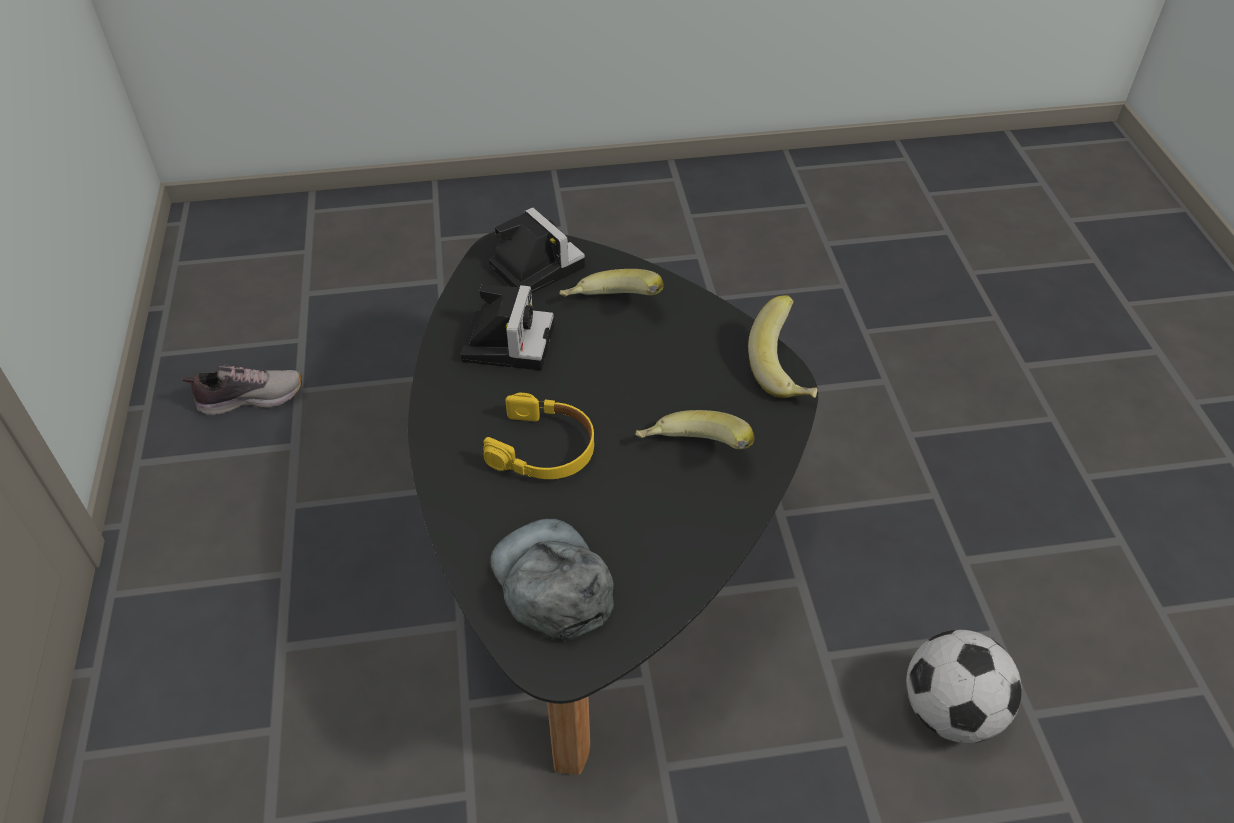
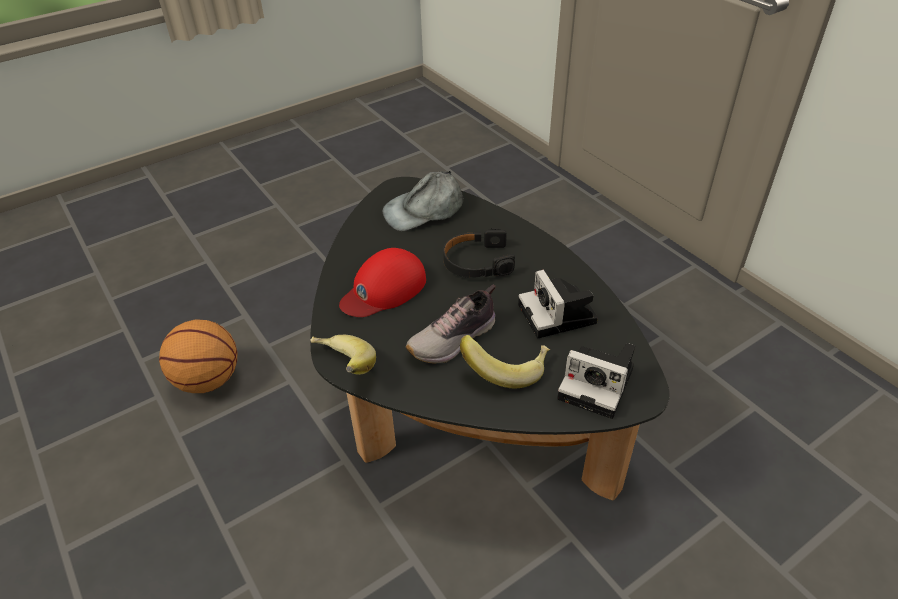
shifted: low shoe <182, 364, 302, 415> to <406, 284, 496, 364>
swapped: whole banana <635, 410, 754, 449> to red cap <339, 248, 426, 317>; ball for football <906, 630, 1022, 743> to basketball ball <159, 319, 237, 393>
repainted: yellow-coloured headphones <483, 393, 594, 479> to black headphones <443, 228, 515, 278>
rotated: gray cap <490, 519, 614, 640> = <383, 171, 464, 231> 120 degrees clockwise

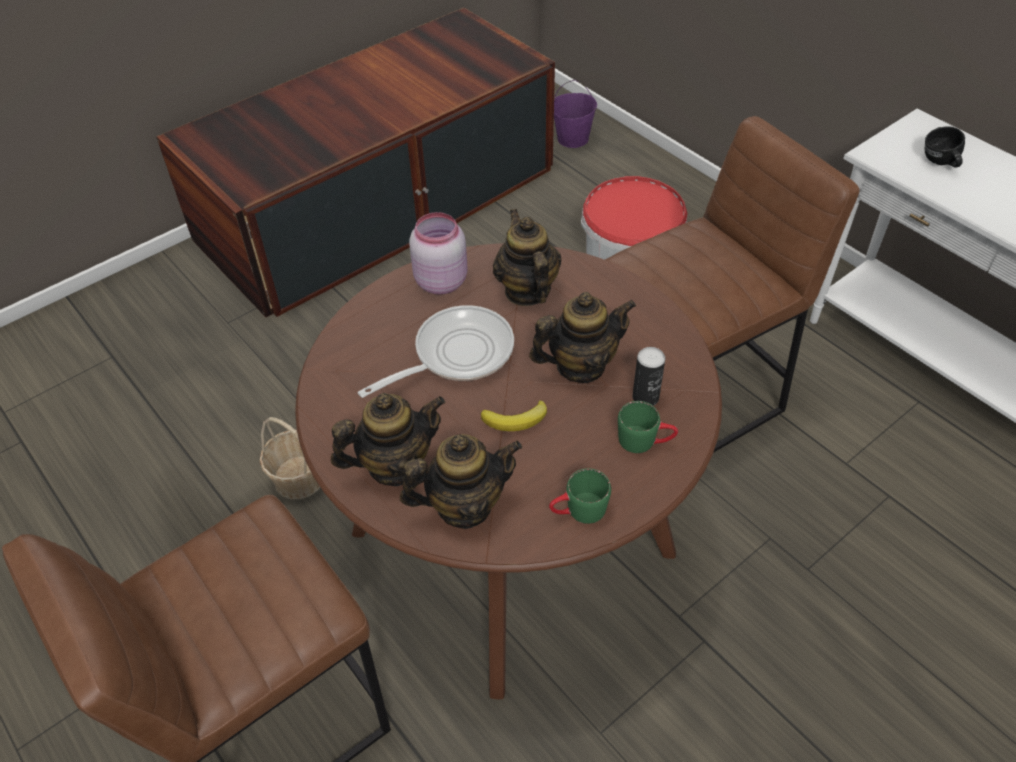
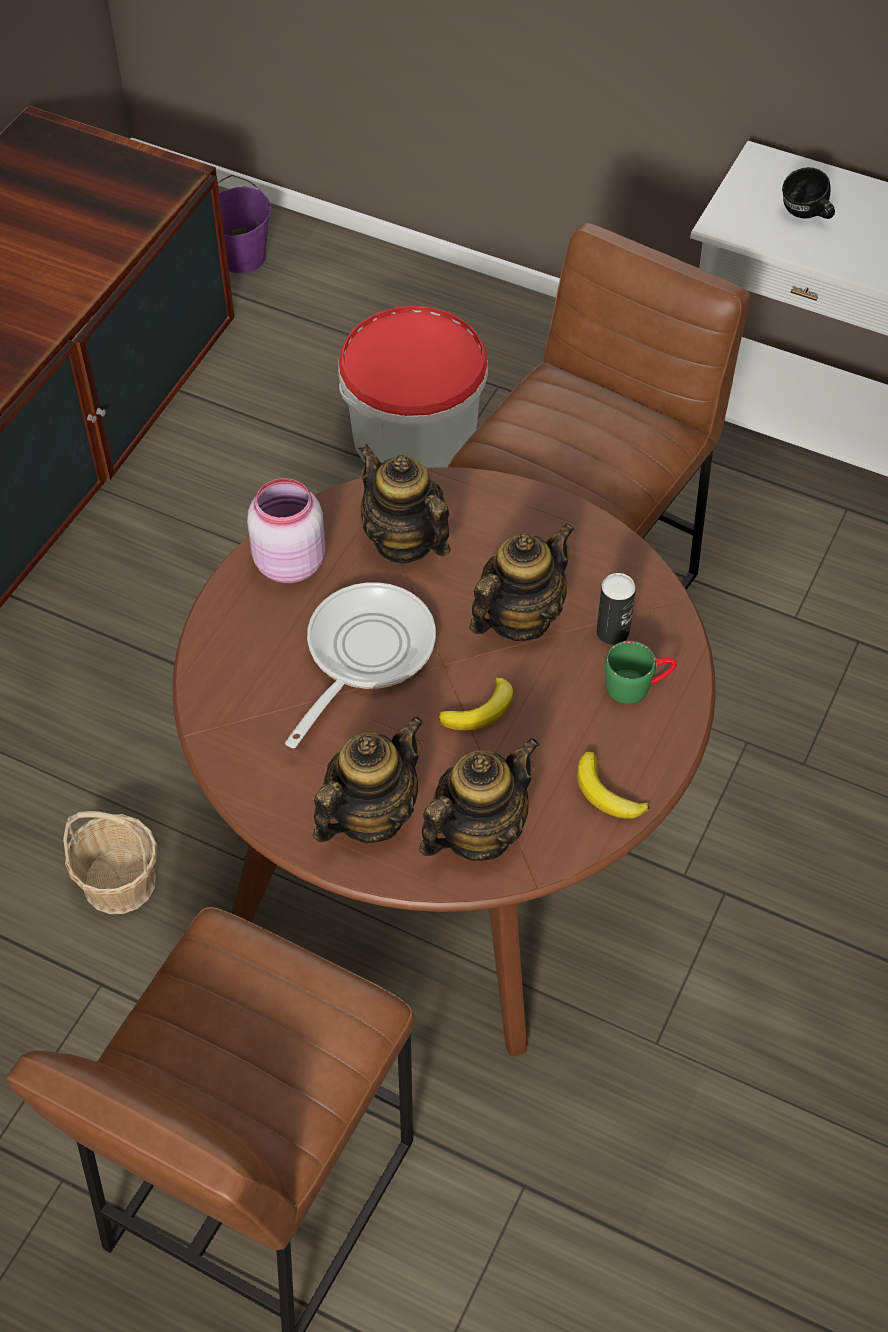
swapped: green-coloured coffee mug <549, 468, 611, 524> to whole banana <577, 752, 649, 819>

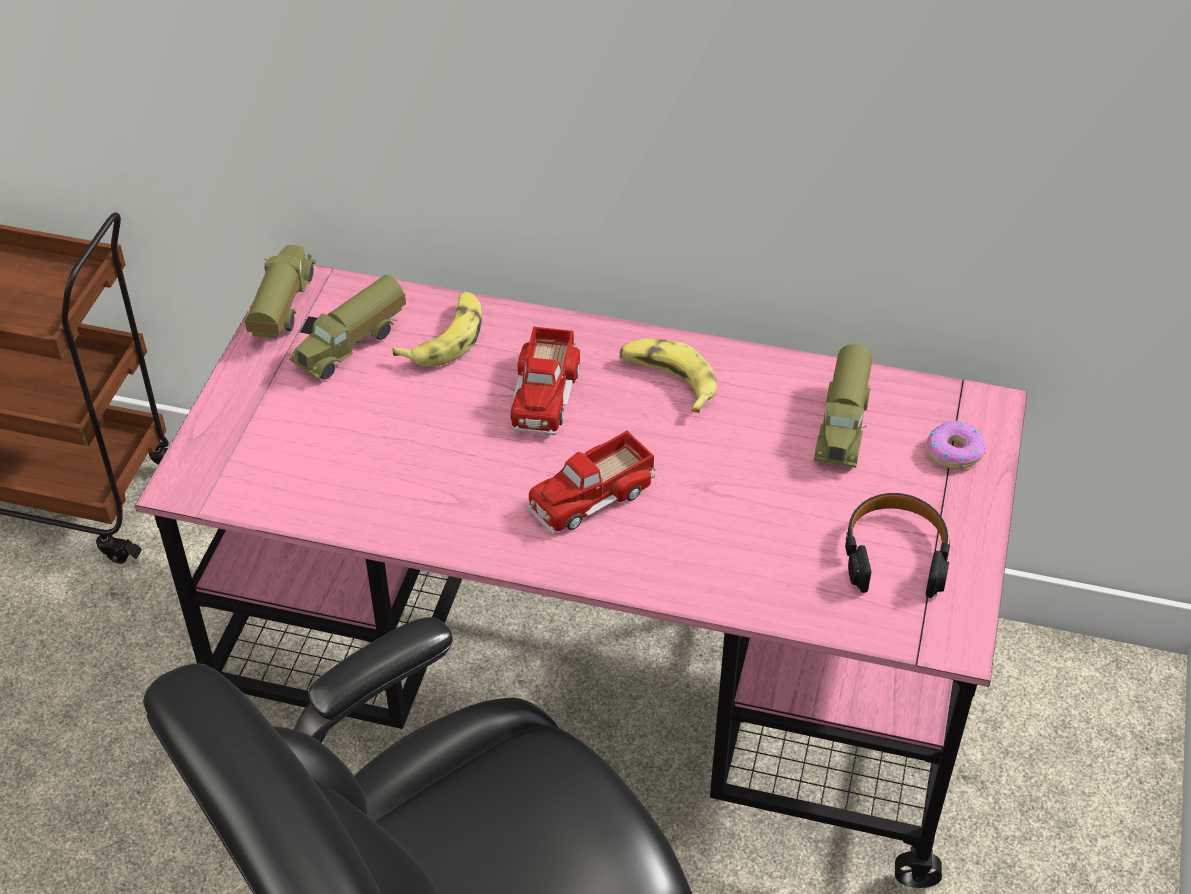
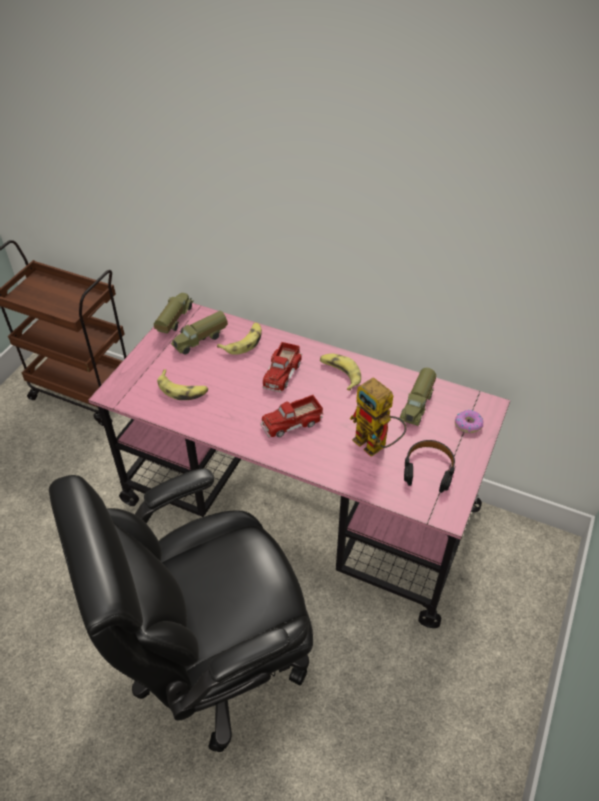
new: whole banana <157, 369, 208, 400>; toy robot <350, 377, 407, 457>

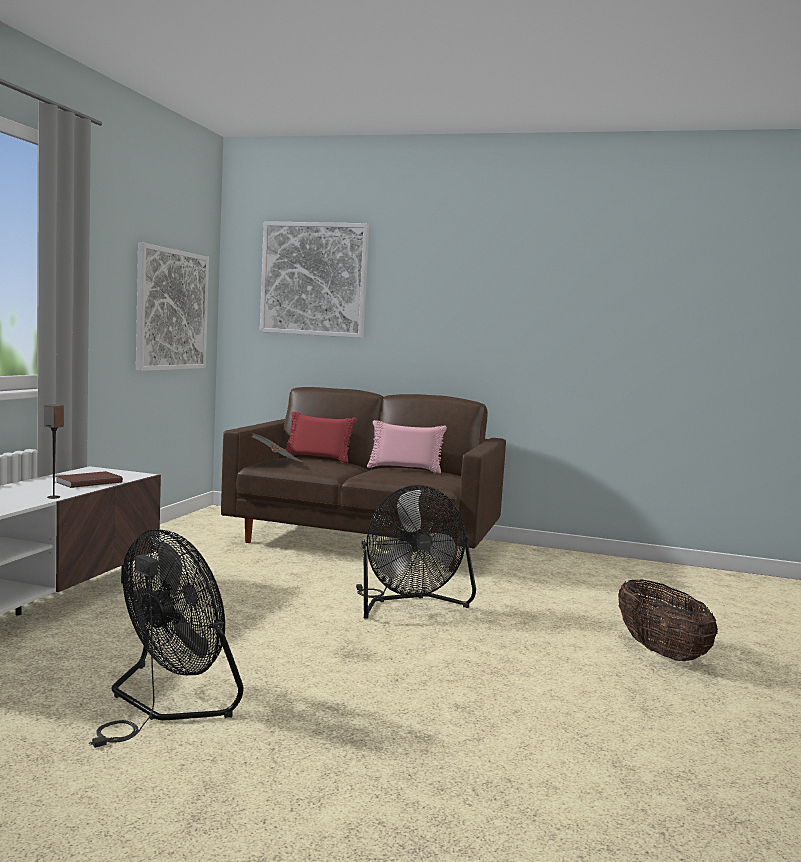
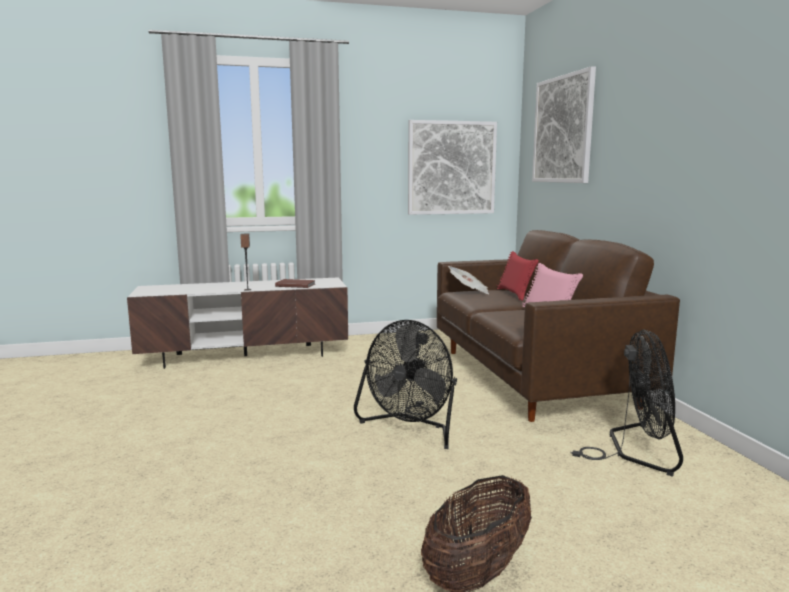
shifted: black cooling fan <89, 529, 243, 748> to <570, 330, 683, 477>

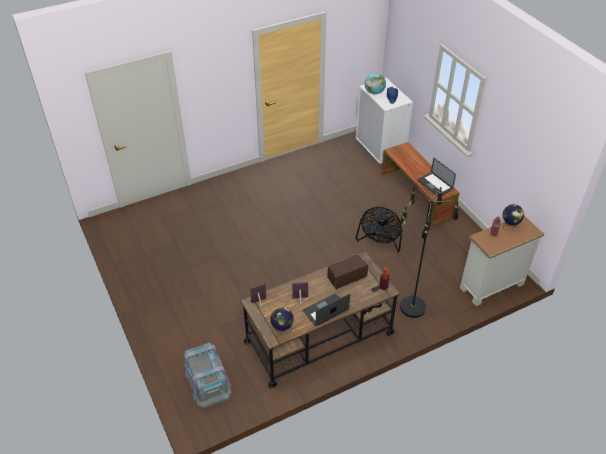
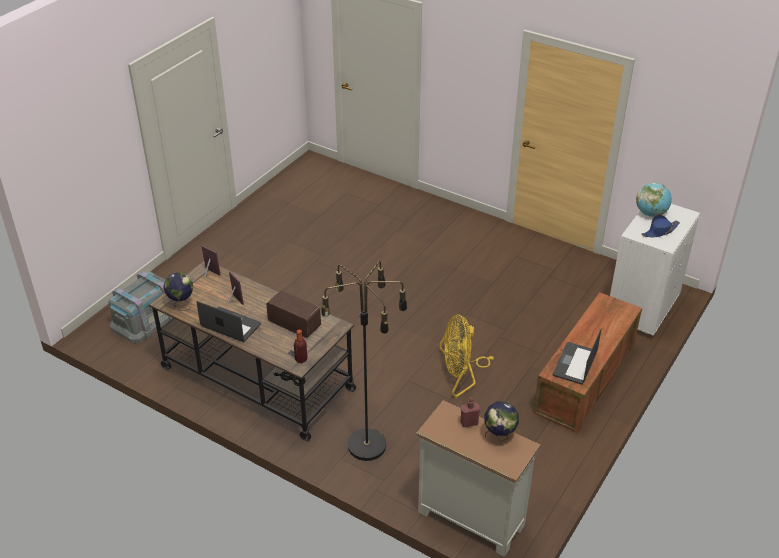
repainted: black cooling fan <356, 207, 403, 253> to yellow-coloured cooling fan <439, 314, 495, 399>

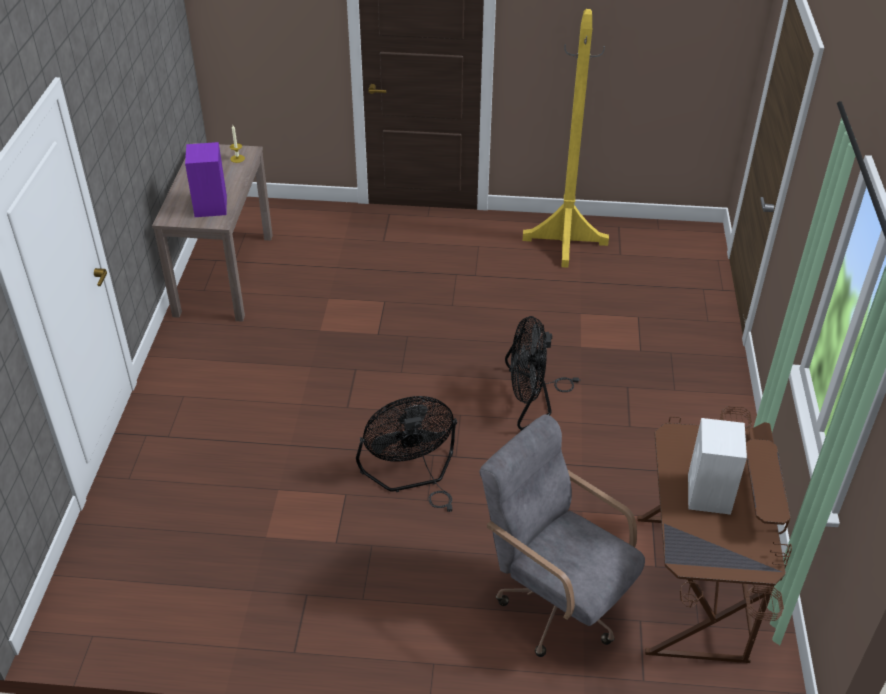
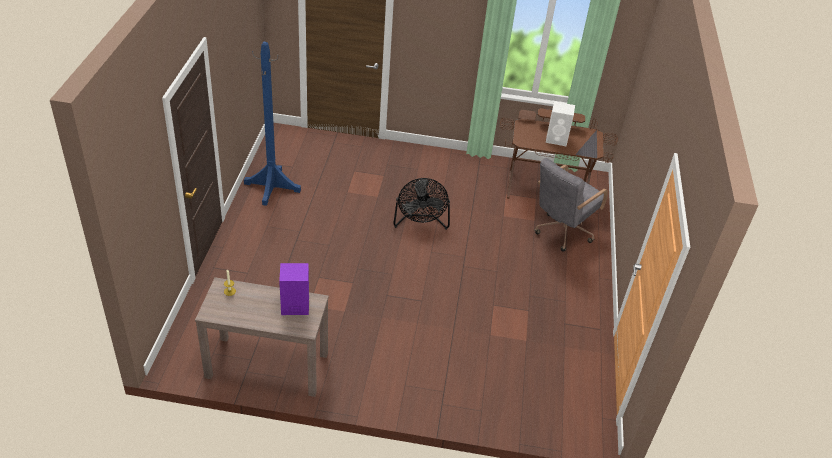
gone: black cooling fan <356, 396, 457, 512>
repainted: yellow-coloured garment stand <523, 9, 609, 268> to blue-coloured garment stand <244, 42, 301, 206>

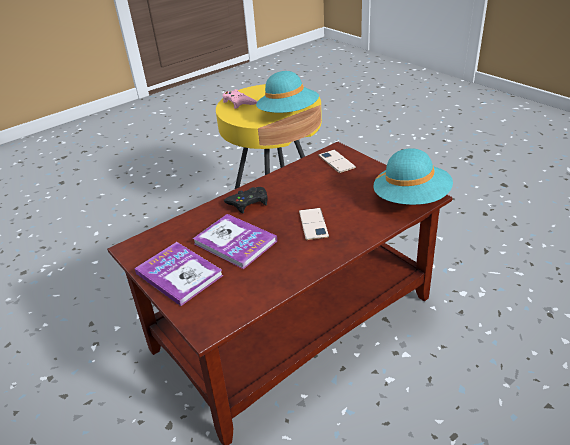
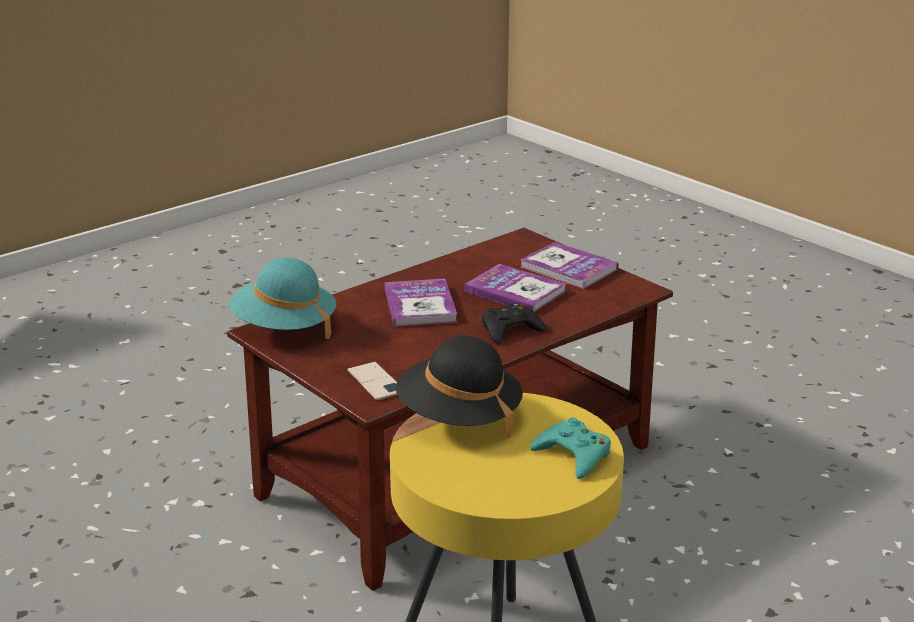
swapped: telephone <299, 208, 329, 240> to volume <385, 278, 457, 327>
repainted: pinkish game controller <222, 89, 257, 109> to turquoise game controller <530, 417, 611, 479>; turquoise wearable hat <256, 71, 319, 113> to black wearable hat <396, 335, 523, 438>

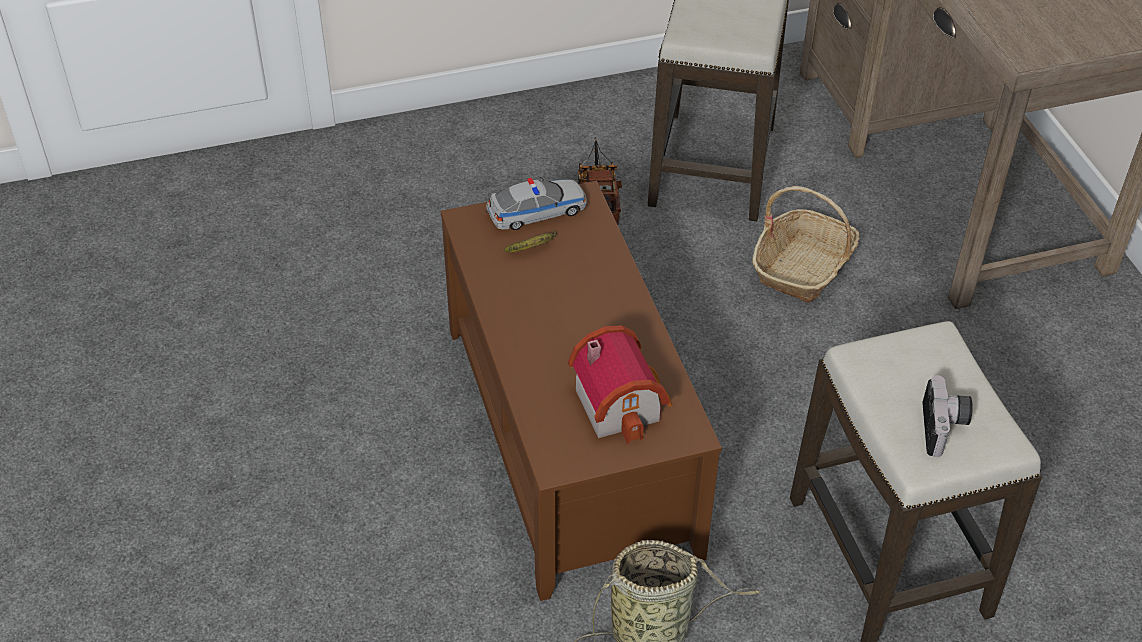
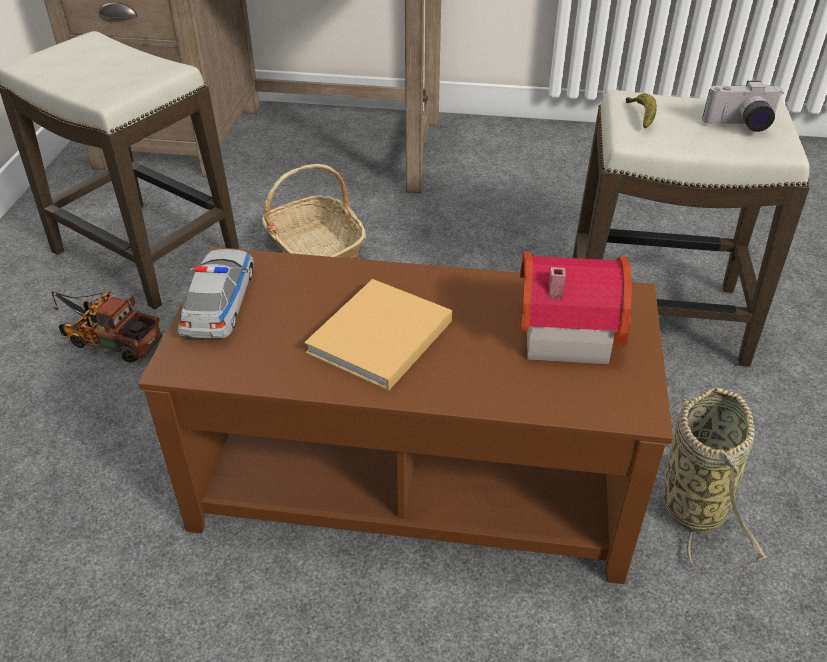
new: beige volume <304, 279, 452, 391>
shifted: whole banana <504, 231, 557, 252> to <626, 93, 657, 129>
rotated: still camera <922, 375, 973, 457> = <702, 81, 784, 132> 150 degrees clockwise

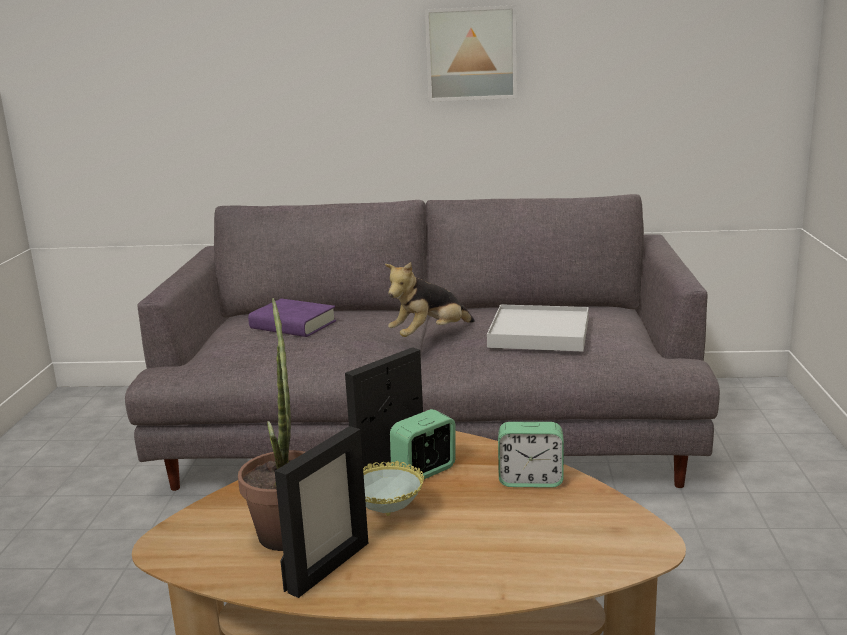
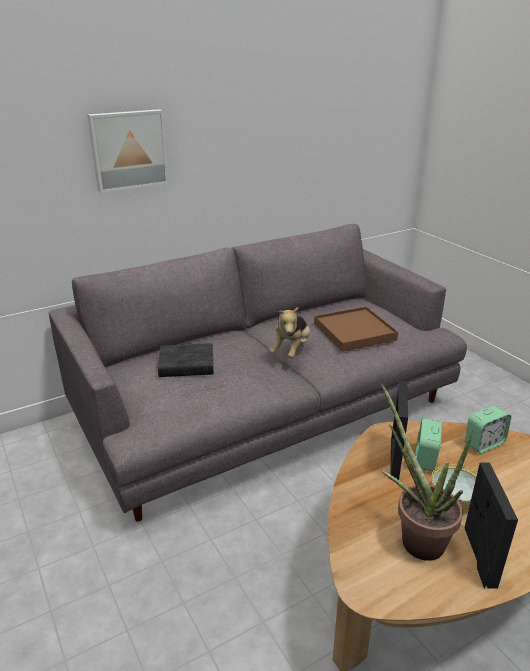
shifted: wall picture <425, 5, 517, 102> to <87, 109, 169, 193>
repainted: purplish volume <248, 298, 336, 337> to black volume <158, 343, 214, 377>; white-coloured carrying tray <487, 304, 589, 352> to brown-coloured carrying tray <314, 307, 398, 352>

